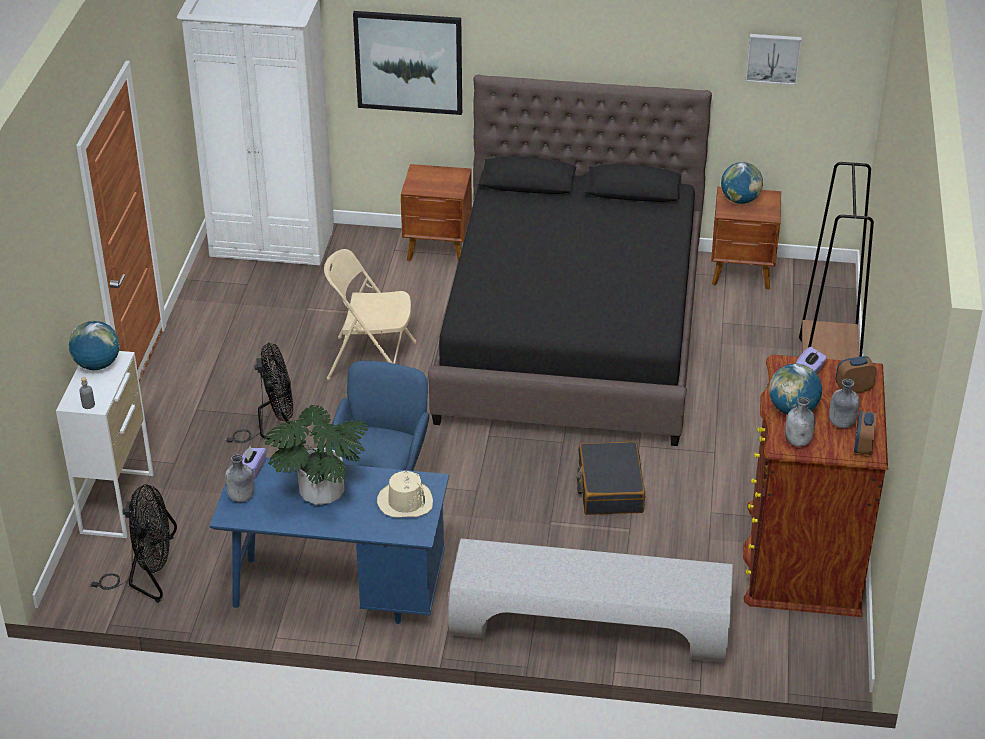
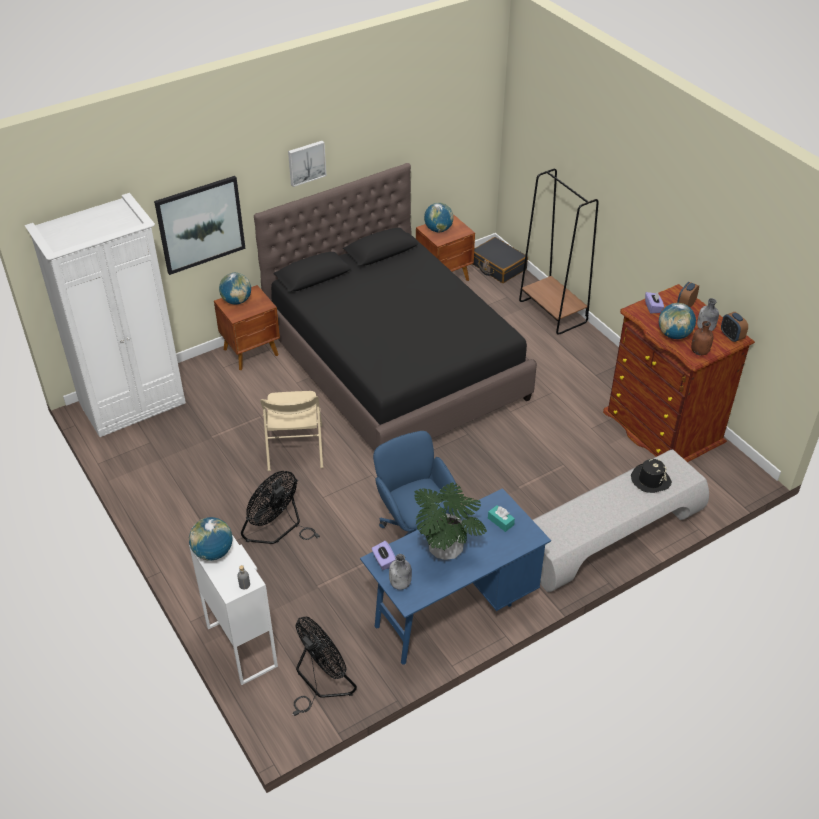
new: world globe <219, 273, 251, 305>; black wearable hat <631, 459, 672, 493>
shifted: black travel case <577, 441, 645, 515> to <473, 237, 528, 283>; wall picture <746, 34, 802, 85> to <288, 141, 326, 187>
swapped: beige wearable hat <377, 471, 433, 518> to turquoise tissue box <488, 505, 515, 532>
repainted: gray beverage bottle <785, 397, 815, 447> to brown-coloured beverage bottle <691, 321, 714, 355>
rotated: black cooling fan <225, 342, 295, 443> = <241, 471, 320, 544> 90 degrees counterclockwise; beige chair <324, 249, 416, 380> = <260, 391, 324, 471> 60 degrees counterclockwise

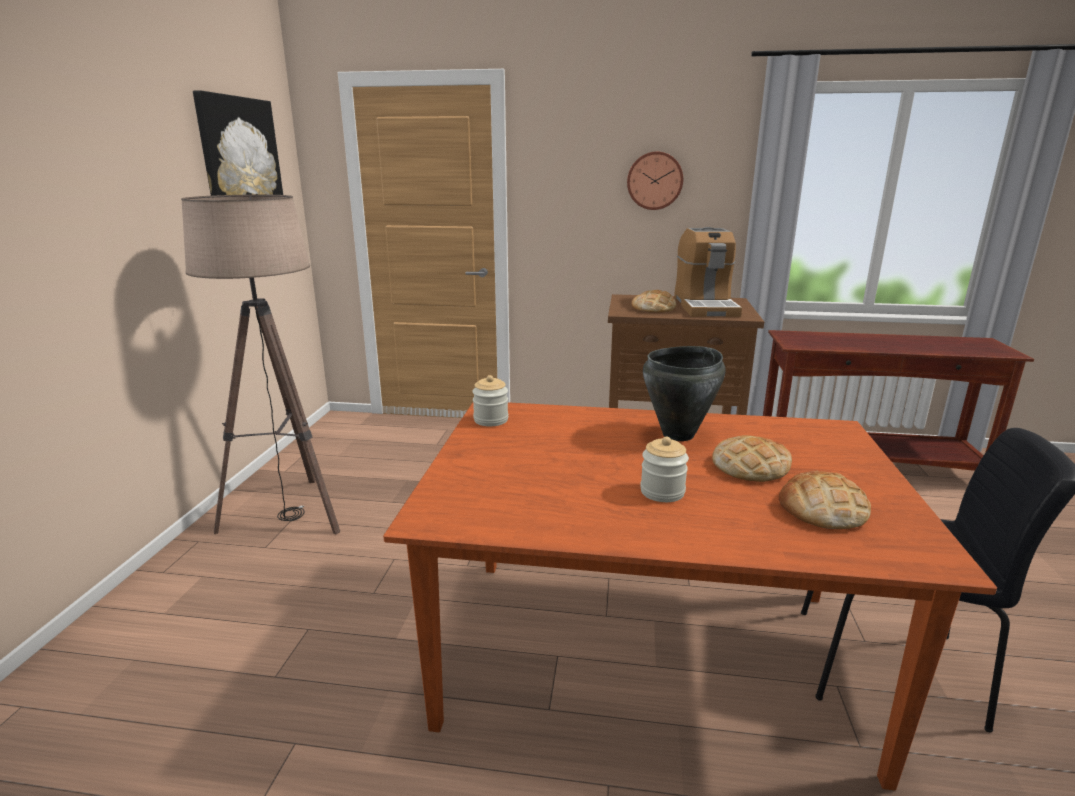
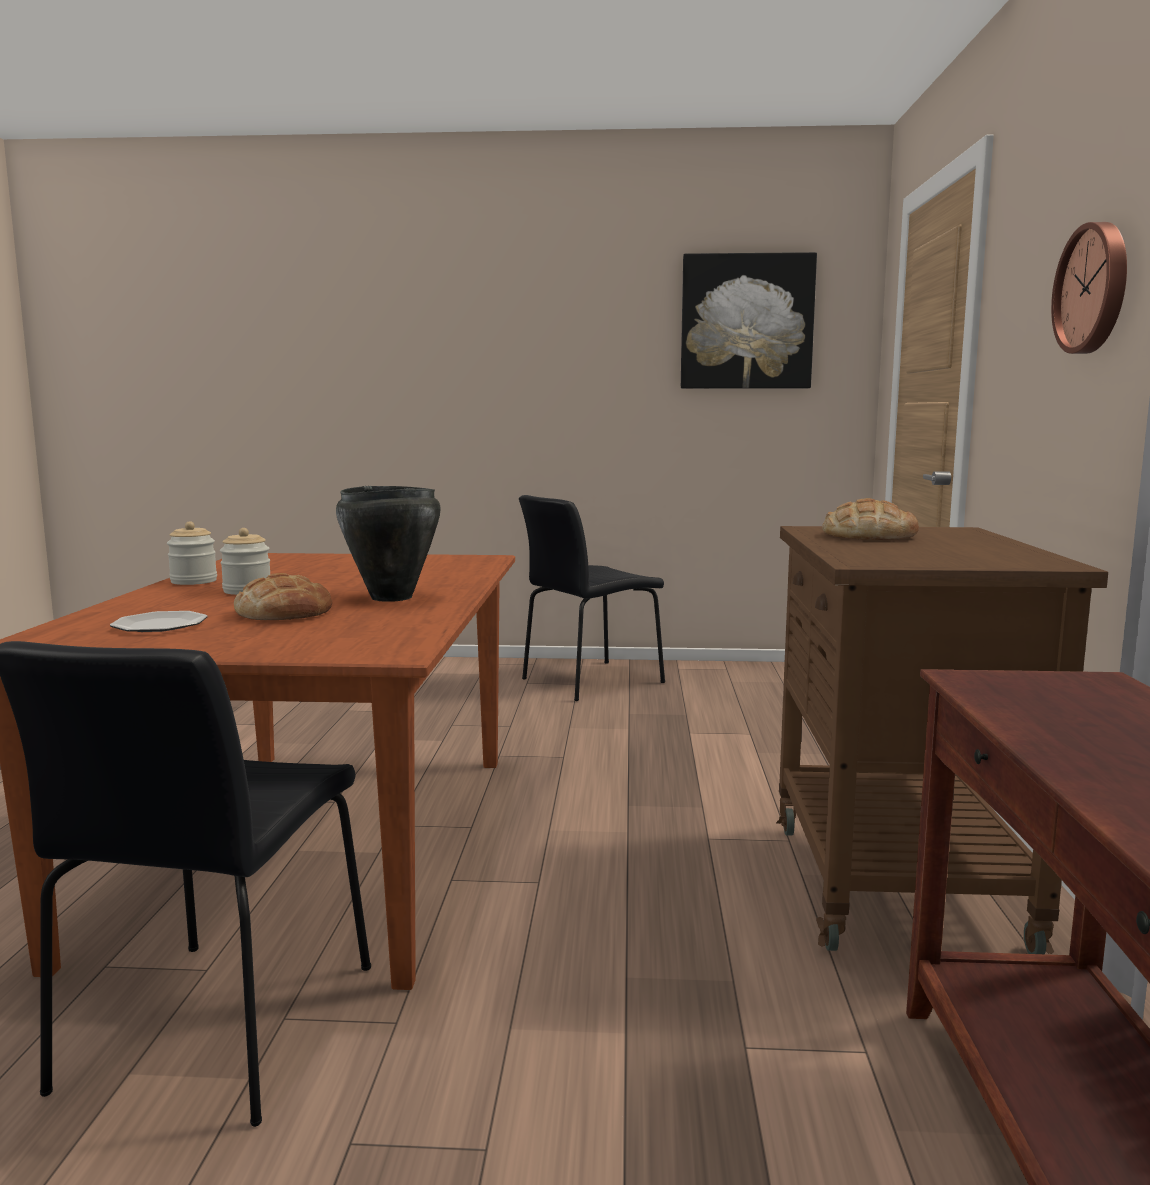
gone: coffee brewer <674, 227, 742, 317>
shifted: jar <472, 375, 508, 426> to <167, 521, 217, 585>
swapped: standard lamp <181, 195, 340, 535> to black chair <519, 495, 665, 701>; baked bread <779, 471, 871, 529> to plate <110, 611, 208, 632>

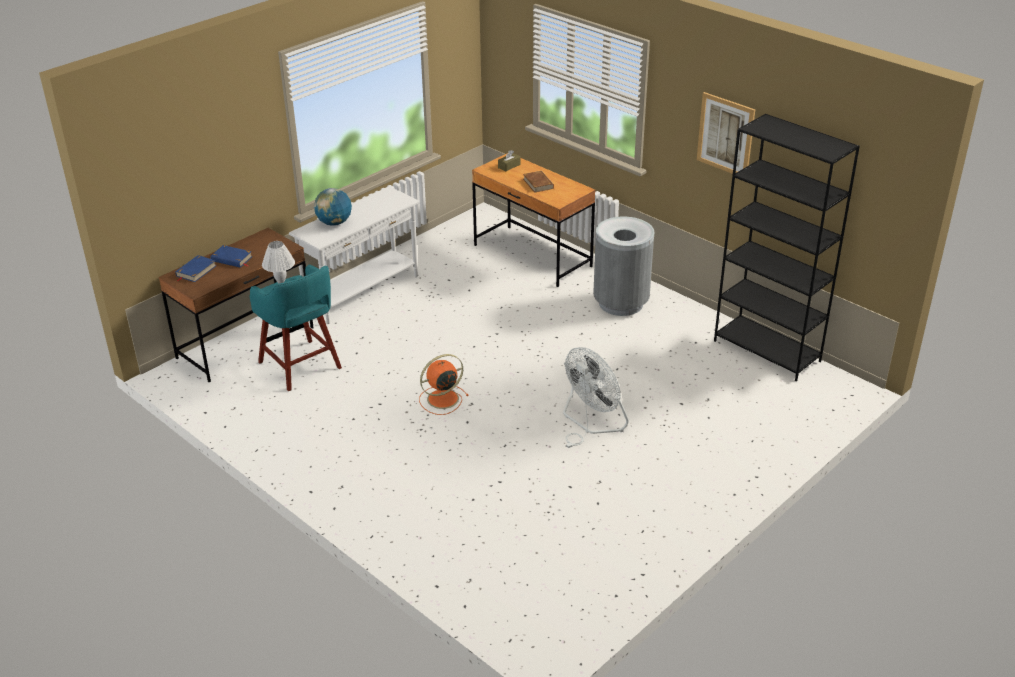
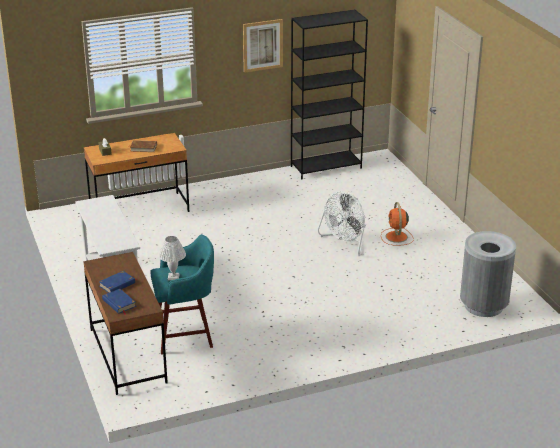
gone: world globe <314, 188, 352, 226>
shifted: orange-coloured cooling fan <419, 354, 469, 415> to <381, 202, 414, 246>; gray waste bin <593, 217, 654, 316> to <460, 231, 516, 317>
rotated: white-coloured cooling fan <563, 347, 629, 448> = <317, 191, 366, 256> 120 degrees counterclockwise

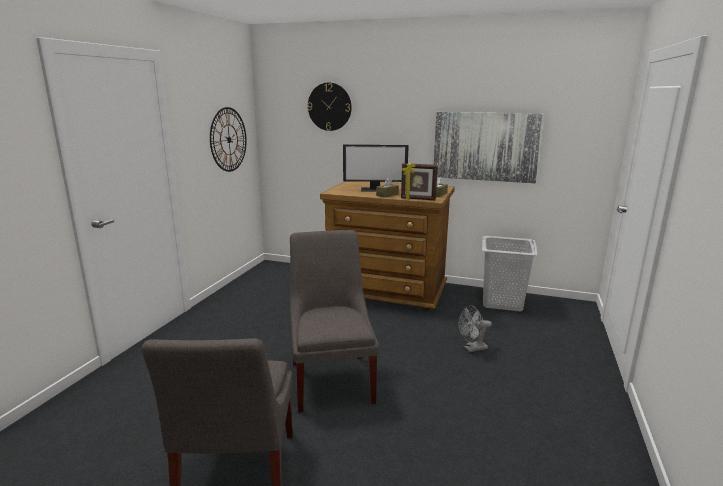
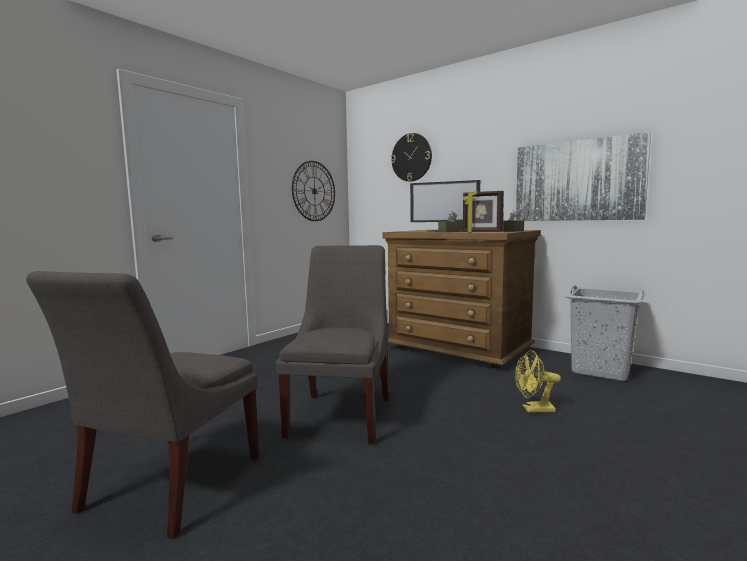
repainted: gray cooling fan <459, 305, 492, 352> to yellow-coloured cooling fan <515, 350, 561, 412>

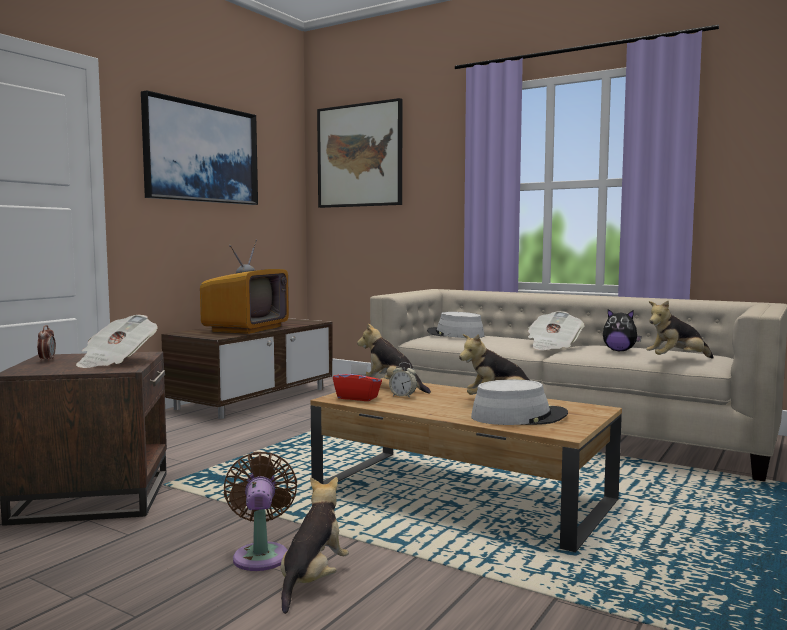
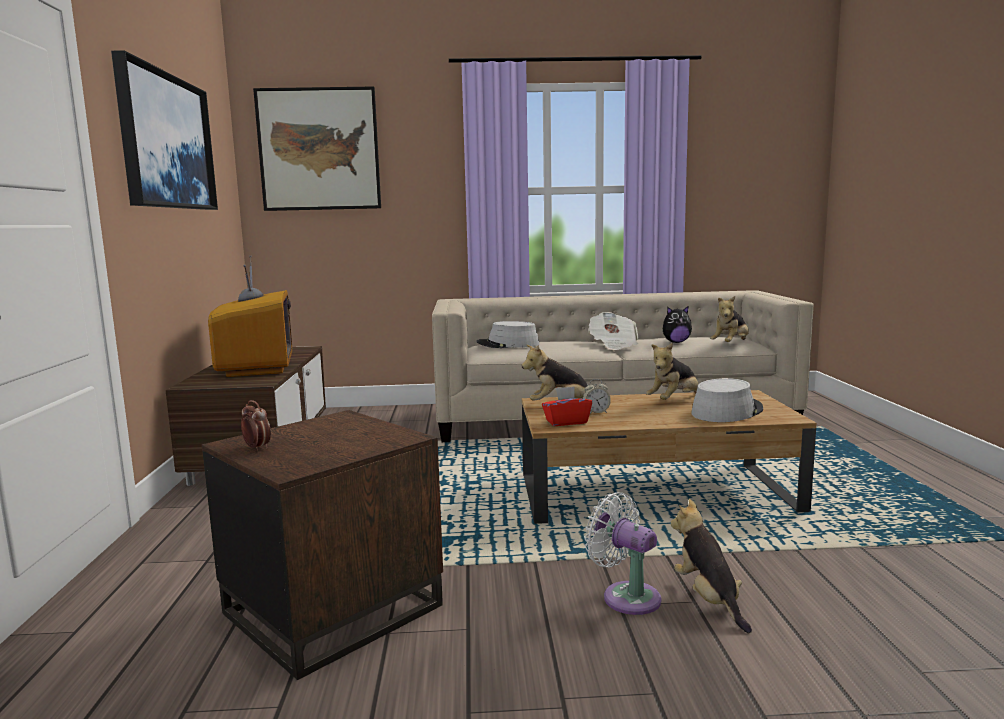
gone: daily paper <76, 315, 158, 368>
repainted: brown-coloured cooling fan <224, 451, 297, 571> to white-coloured cooling fan <584, 492, 661, 615>

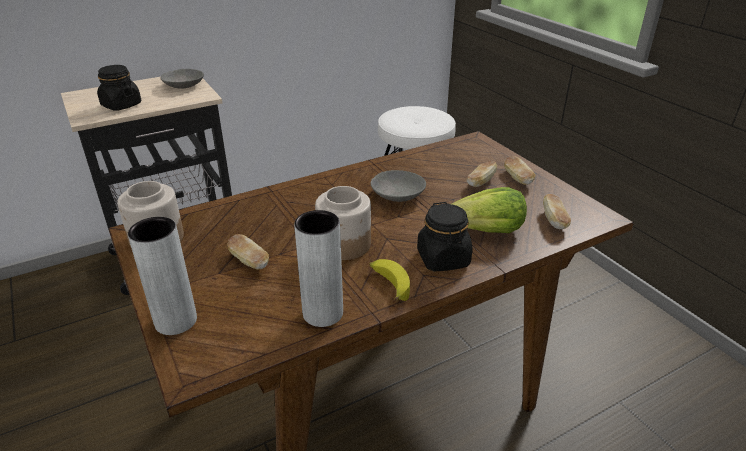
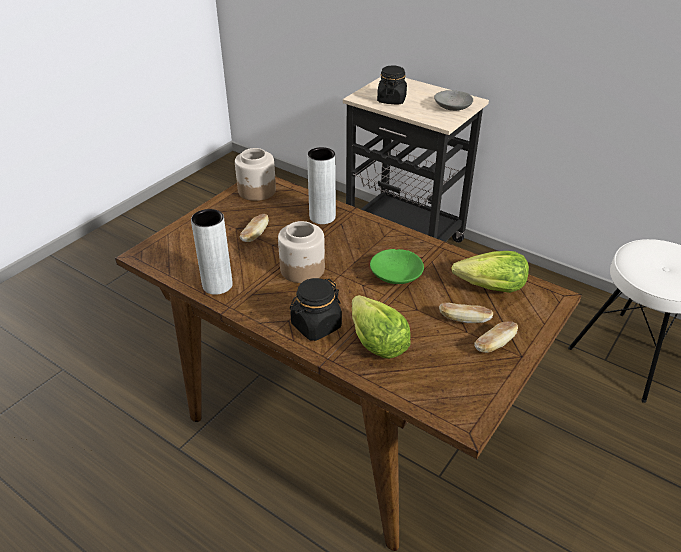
gone: whole banana <370, 259, 410, 301>; baked bread <543, 194, 571, 229>
new: lettuce head <452, 251, 529, 293>
shifted: gray decorative vase <128, 217, 197, 335> to <307, 147, 336, 224>
repainted: gray bowl <370, 170, 426, 202> to green-coloured bowl <370, 249, 424, 284>

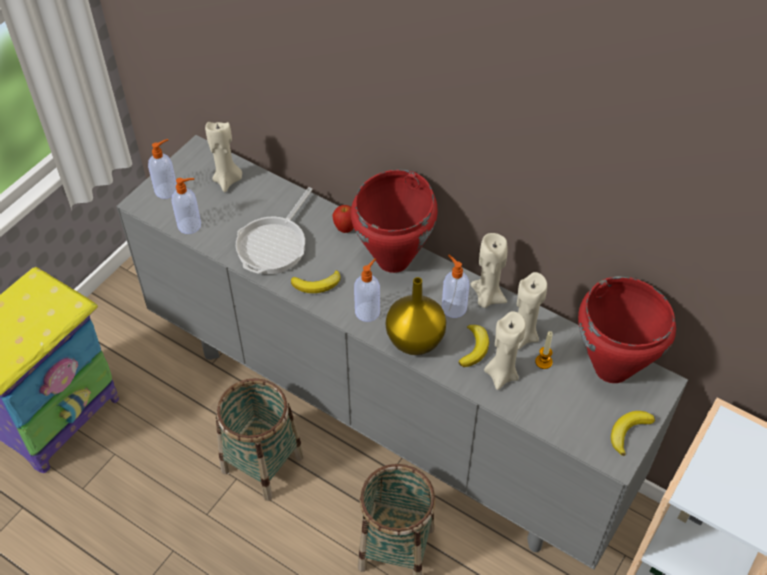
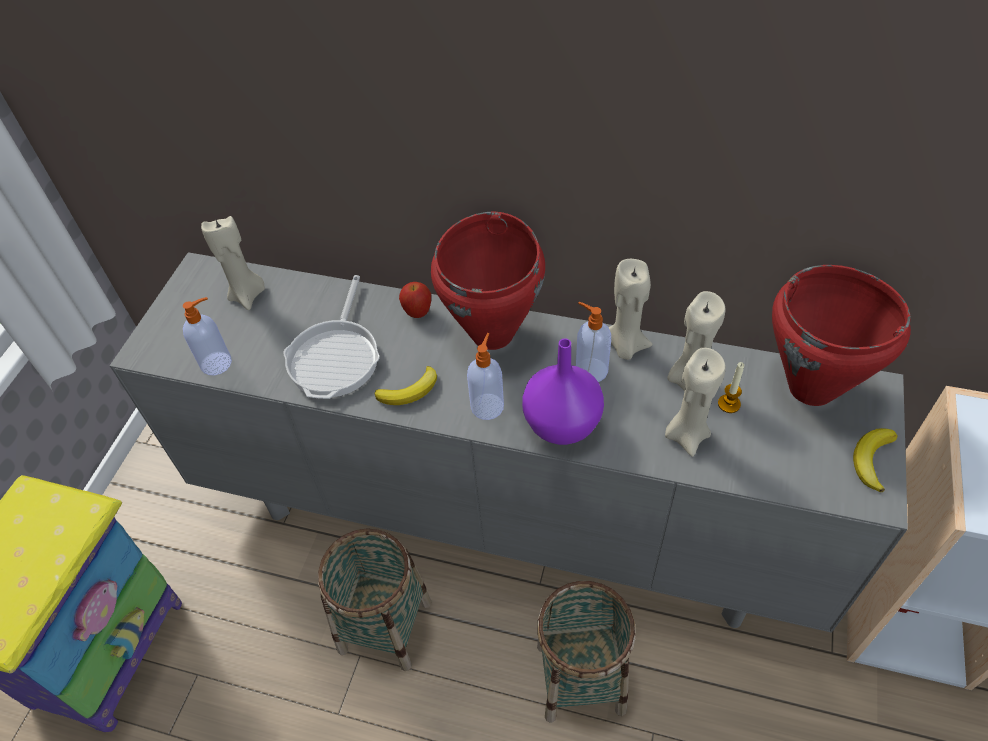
gone: liquid soap bottle <148, 139, 177, 199>; whole banana <458, 325, 489, 367>
repainted: yellow-coloured decorative vase <386, 277, 446, 355> to purplish decorative vase <522, 338, 604, 445>

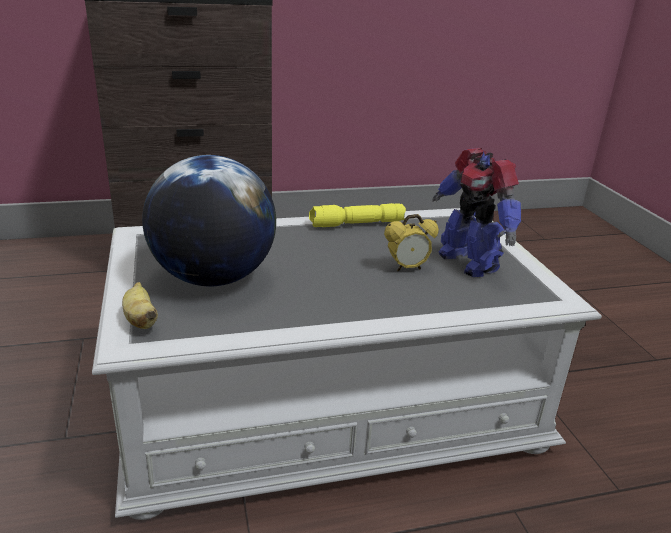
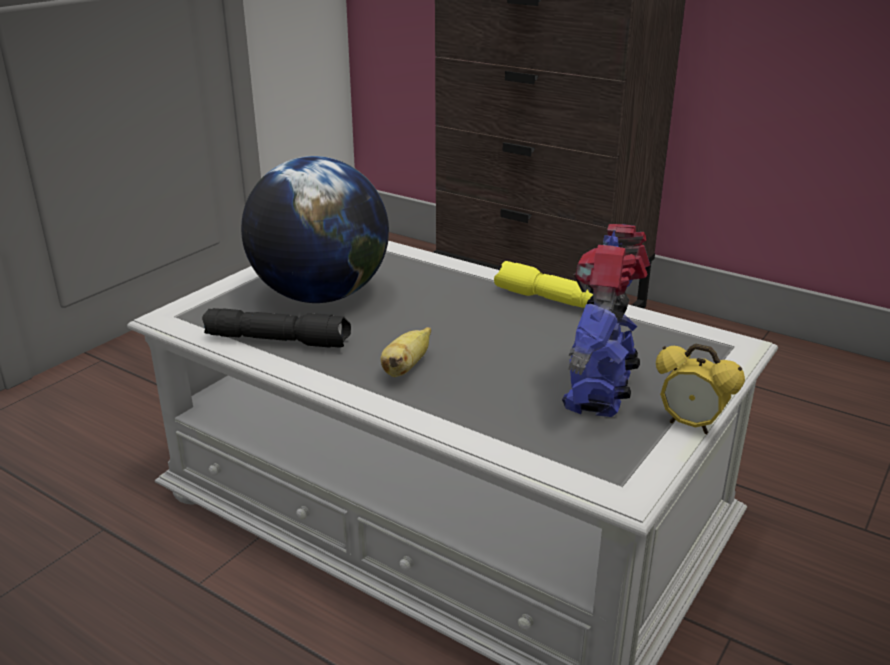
new: black hand torch <202, 308, 351, 348>
shifted: whole banana <122, 282, 158, 329> to <380, 327, 431, 377>; table clock <384, 214, 439, 271> to <656, 343, 745, 434>

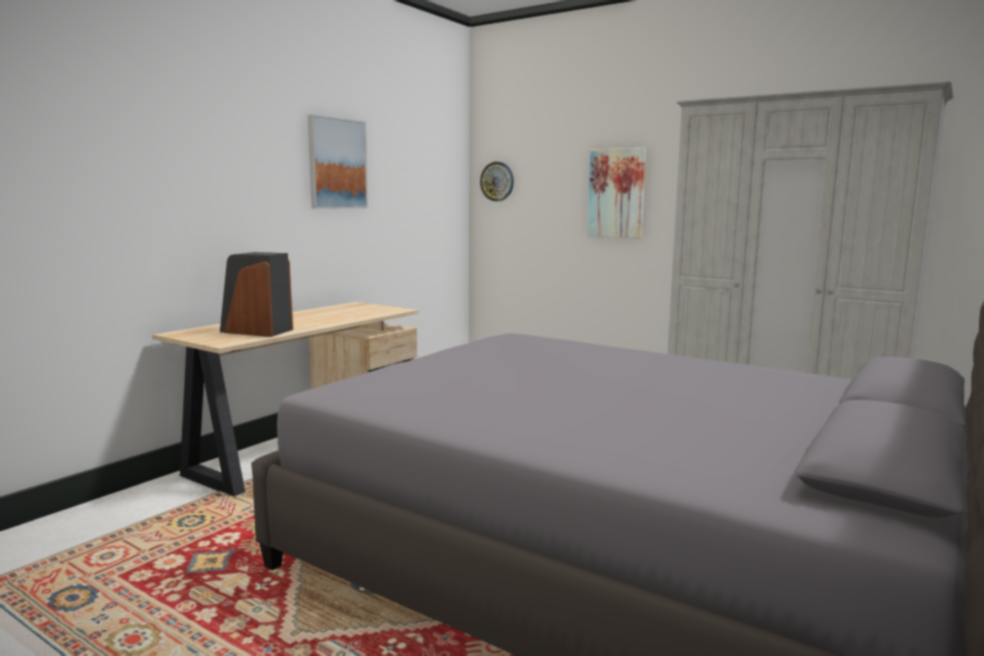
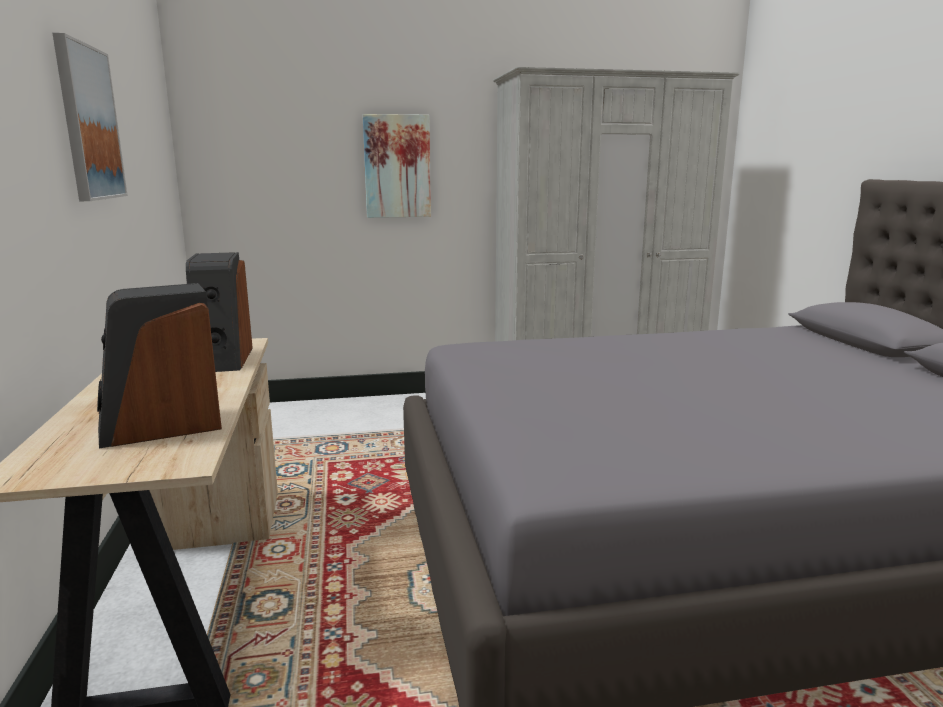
gone: hanging clock <480, 162, 514, 201>
new: loudspeaker <186, 252, 253, 372>

